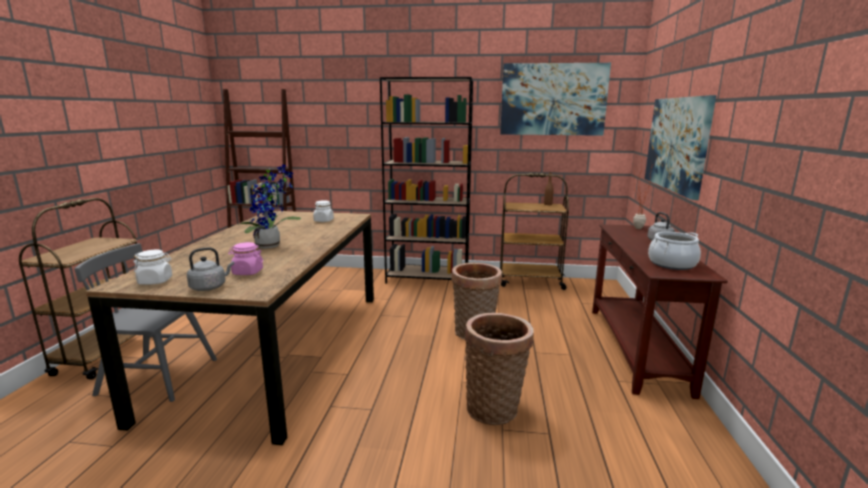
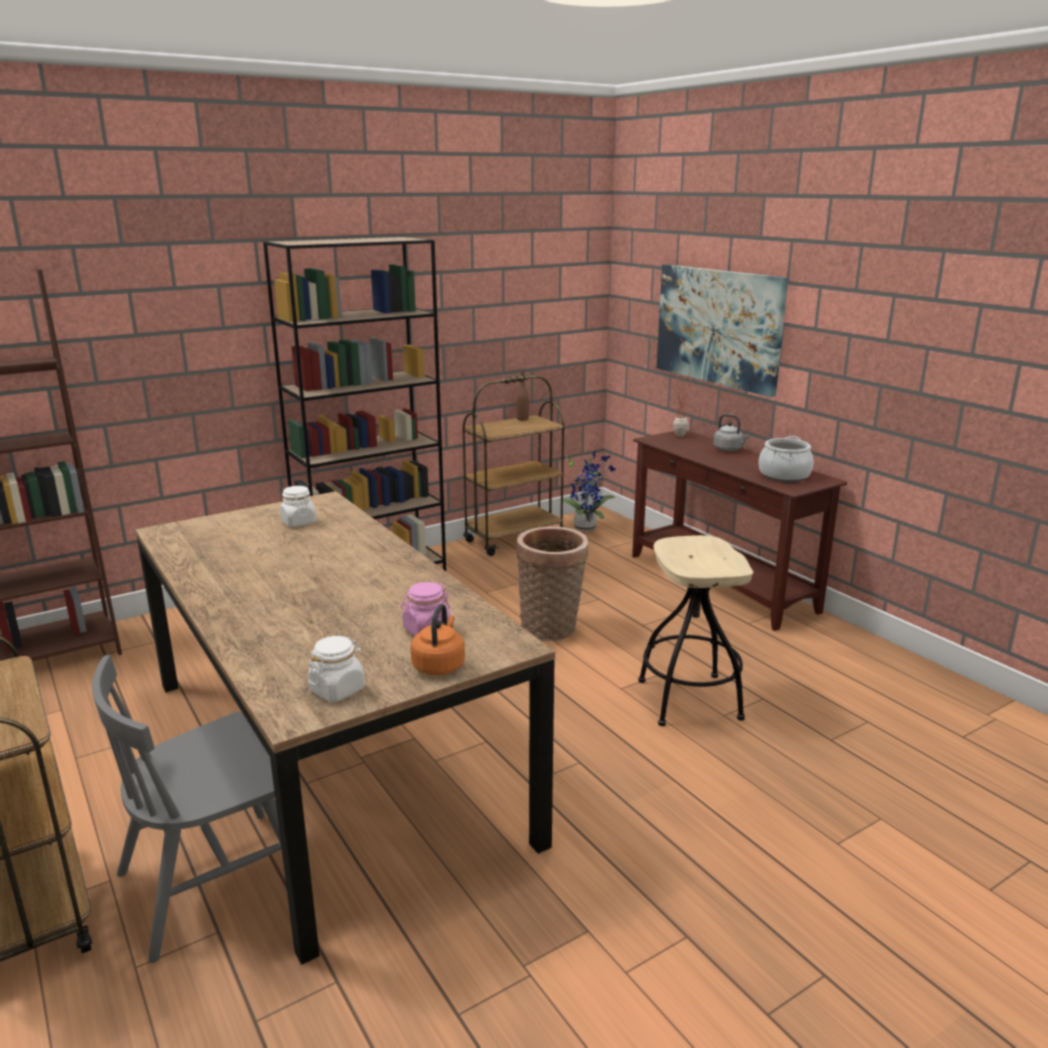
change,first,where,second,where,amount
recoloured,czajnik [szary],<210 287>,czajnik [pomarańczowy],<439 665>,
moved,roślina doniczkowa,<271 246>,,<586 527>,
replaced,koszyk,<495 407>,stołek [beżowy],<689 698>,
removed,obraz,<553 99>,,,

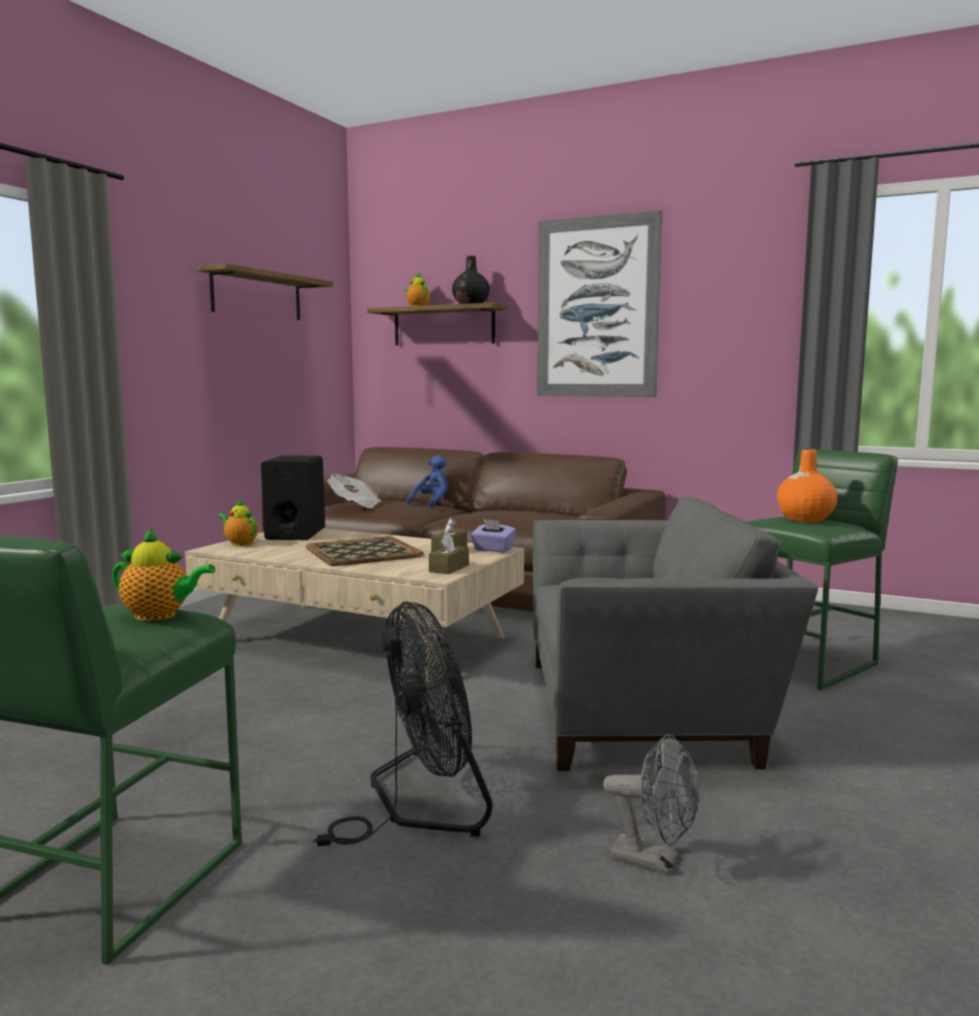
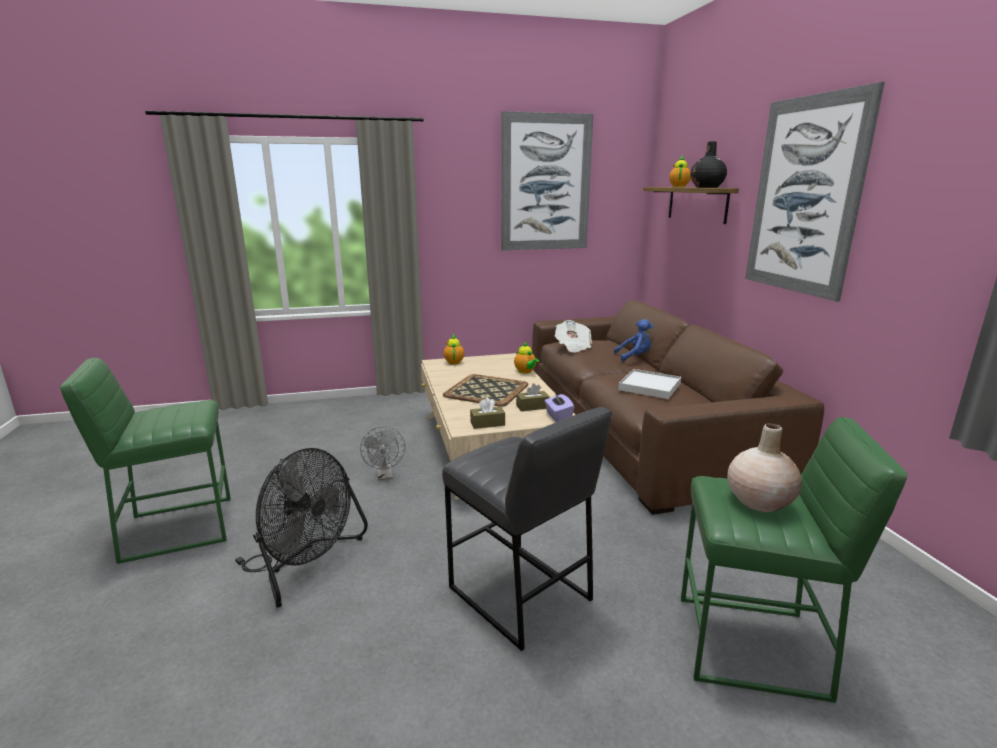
change,first,where,second,where,amount
moved,wentylator [szary],<655 861>,,<385 476>,
replaced,fotel [szary],<645 709>,stołek [szary],<521 595>,
replaced,półka,<257 295>,obraz,<546 183>,
moved,imbryk,<160 615>,,<525 372>,
added,,,taca [biały],<649 386>,
recoloured,wazon [pomarańczowy],<804 519>,wazon [beżowy],<759 501>,
removed,głośnik [czarny],<295 534>,,,

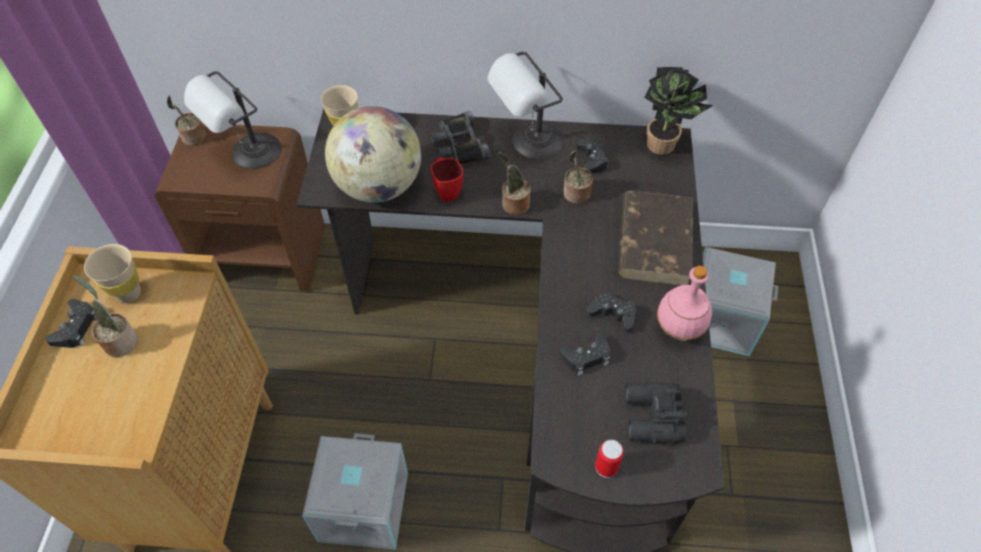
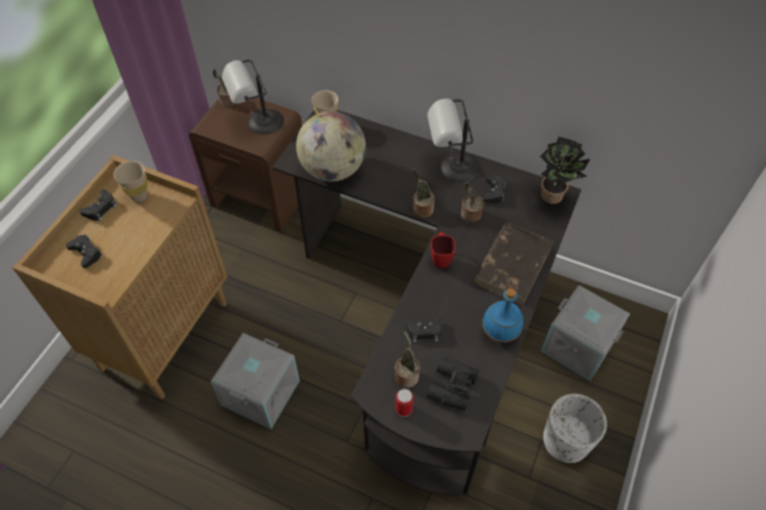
change,first,where,second,where,amount
moved,pad do gier [czarny],<612 314>,,<86 253>,
moved,roślina doniczkowa,<120 340>,,<406 375>,
moved,kubek [czerwony],<446 190>,,<440 258>,
recoloured,butelka [różowy],<679 330>,butelka [niebieski],<500 333>,
added,,,donica [biały],<566 441>,
removed,lornetka [czarny],<459 145>,,,

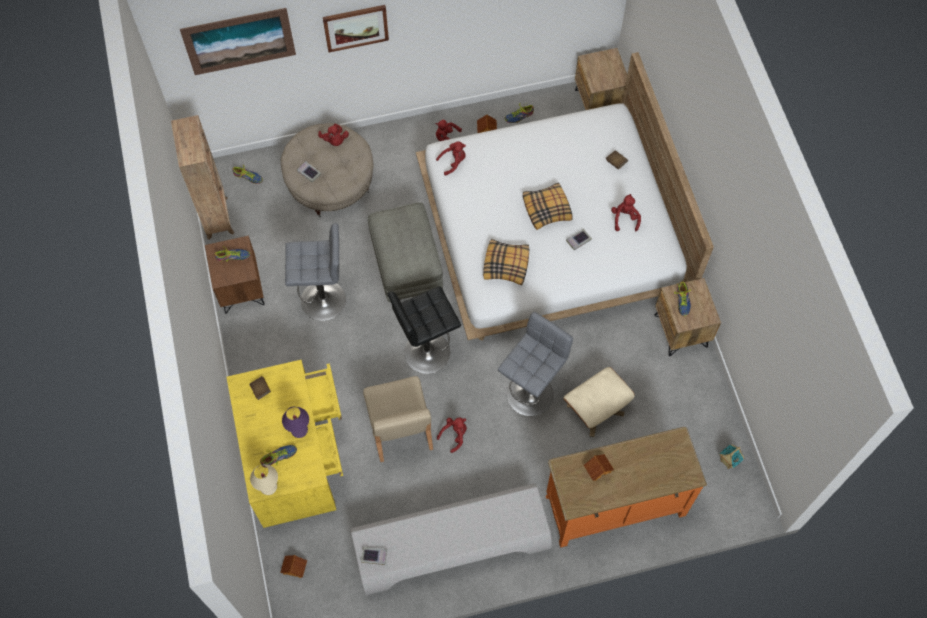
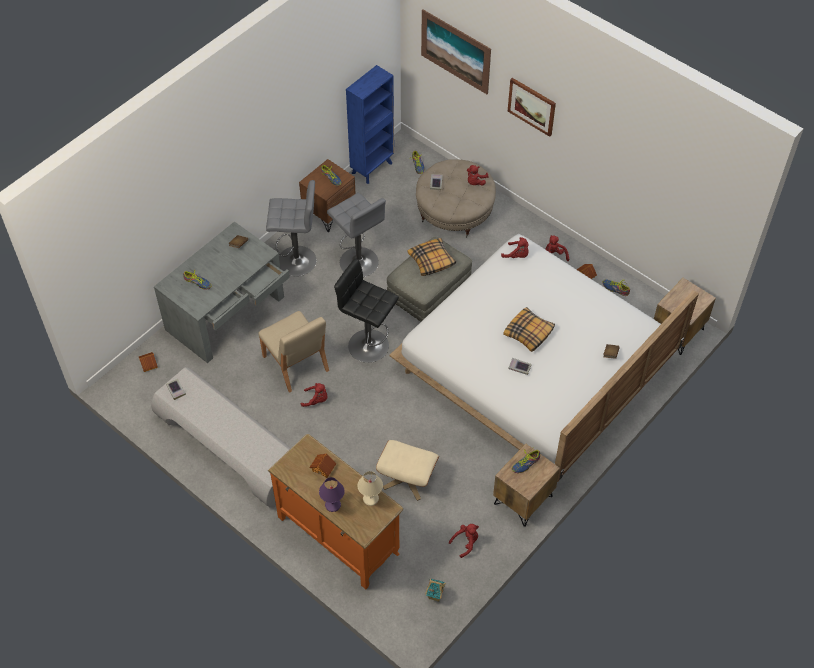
change,first,where,second,where,amount
recoloured,biurko [żółty],<295 455>,biurko [szary],<230 316>,
turned,krzesło [beżowy],<399 429>,,<295 364>,75 degrees counterclockwise
moved,stołek [szary],<530 394>,,<297 261>,
moved,lampa stołowa [fioletowy],<299 430>,,<333 505>,
recoloured,regał [brązowy],<217 217>,regał [niebieski],<372 167>,
moved,lampa stołowa [beżowy],<269 486>,,<371 499>,
moved,poduszka,<506 265>,,<431 261>,
moved,pluszak [czerwony],<625 218>,,<466 542>,

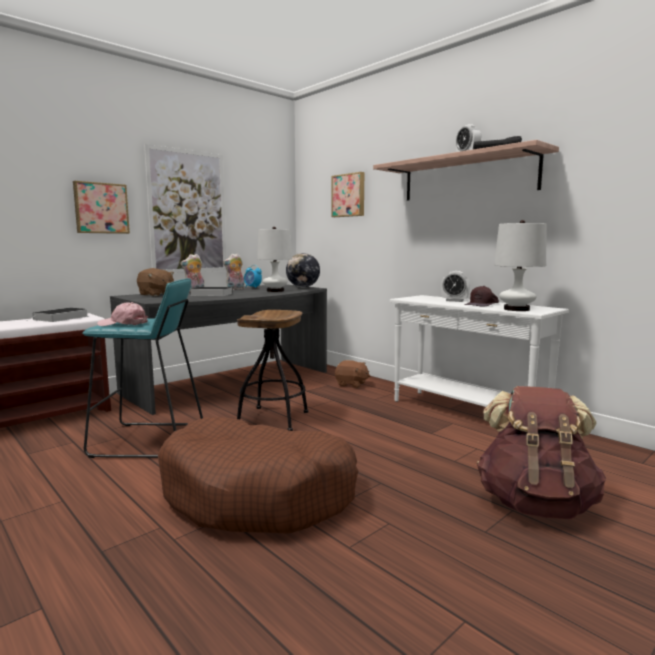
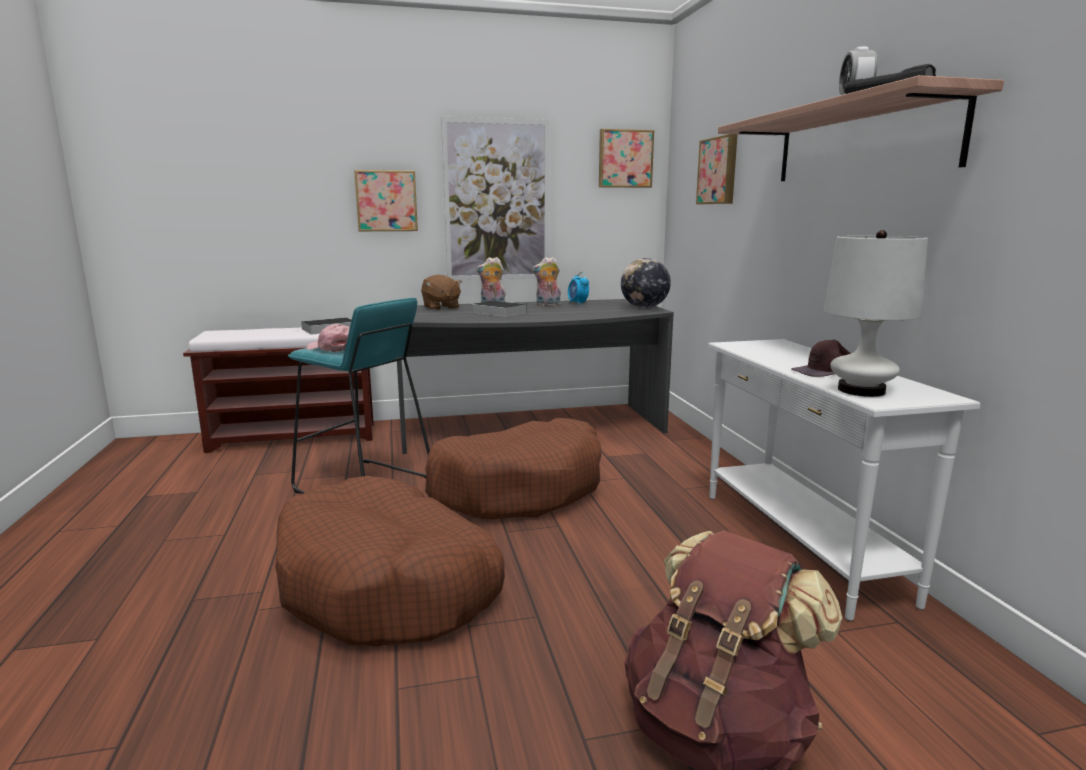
change,first,where,second,where,amount
replaced,stołek [brązowy],<273 419>,legowisko [brązowy],<518 488>,
added,,,obraz,<625 159>,
removed,lampa stołowa [biały],<275 291>,,,
removed,pluszak [brązowy],<351 384>,,,
removed,budzik,<454 301>,,,

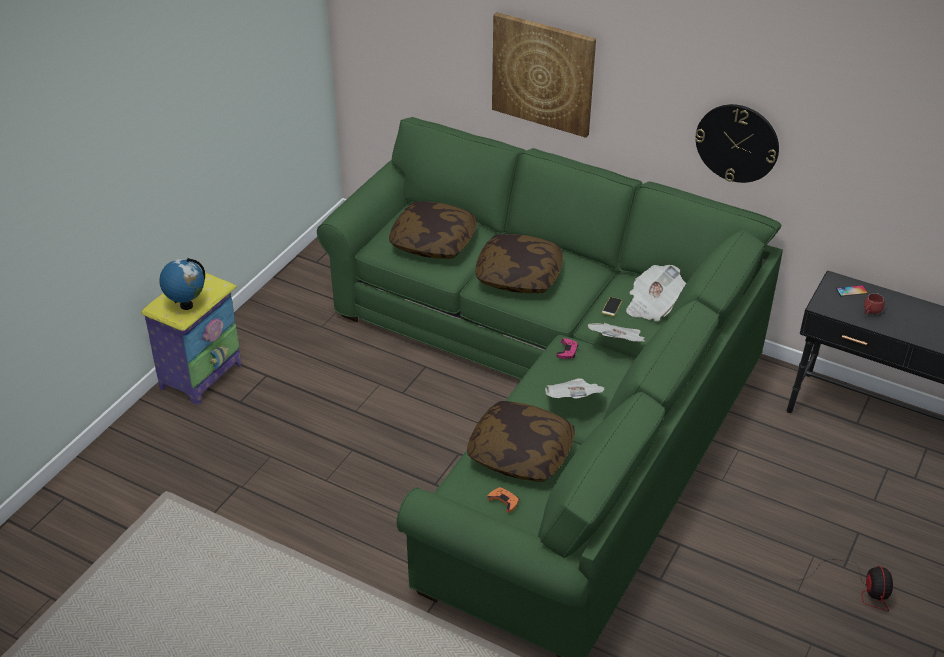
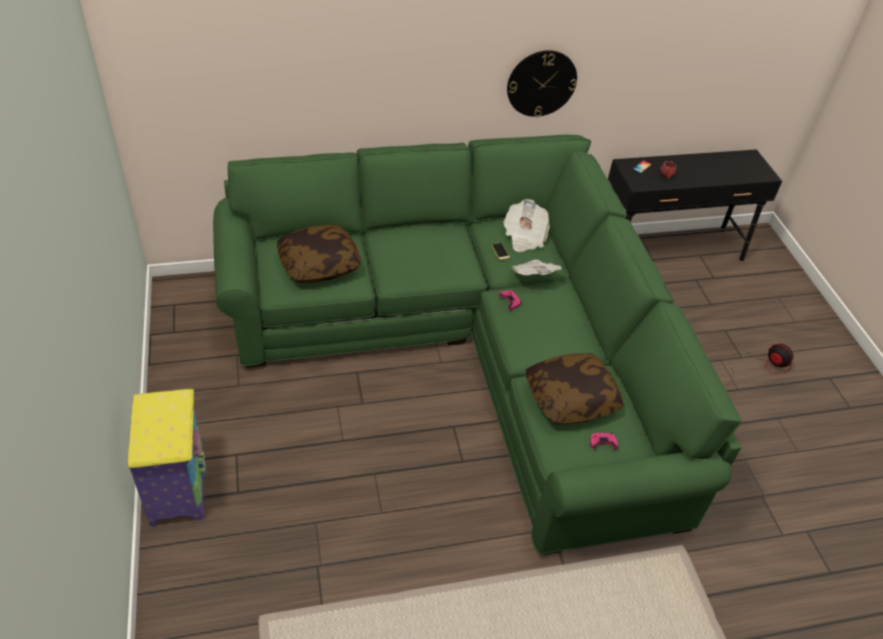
change,first,where,second,where,amount
recoloured,pad do gier [pomarańczowy],<504 501>,pad do gier [różowy],<602 442>,
removed,globus,<186 305>,,,
removed,poduszka,<519 276>,,,
removed,obraz,<543 74>,,,
removed,gazeta,<573 400>,,,

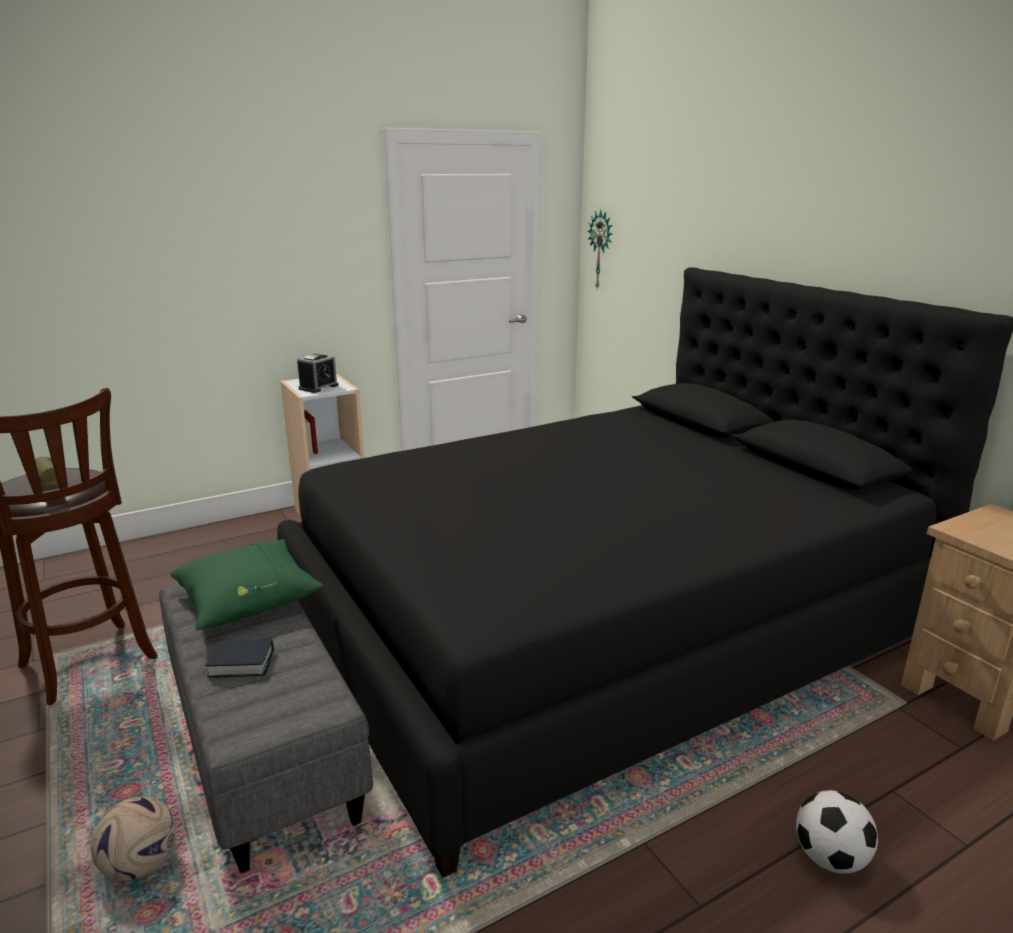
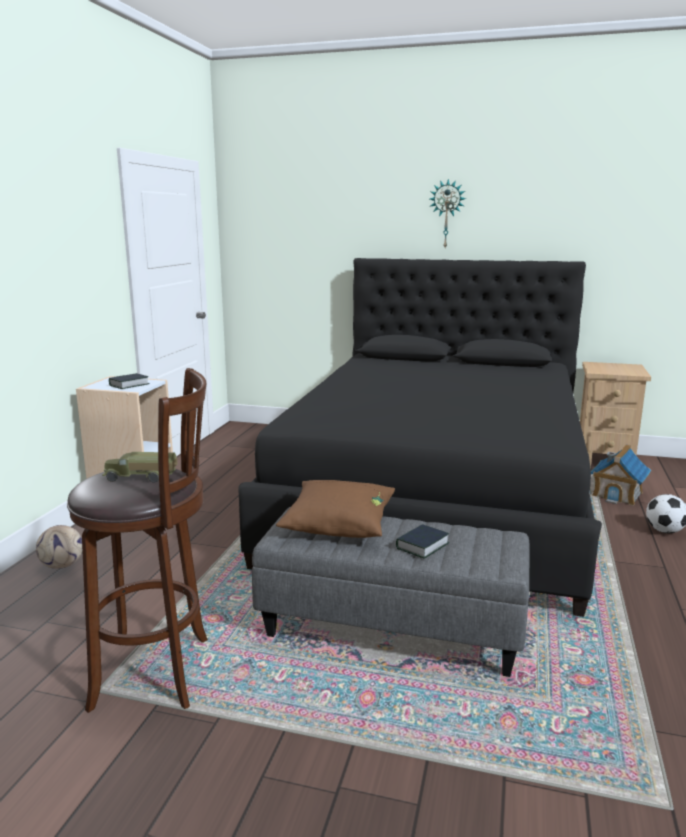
change,first,where,second,where,amount
moved,piłka futbolowa,<141 866>,,<63 566>,
replaced,budzik,<318 387>,książka,<129 385>,
recoloured,poduszka [zielony],<247 601>,poduszka [brązowy],<338 525>,
moved,zegar ścienny,<601 250>,,<446 214>,
added,,,domek,<617 494>,

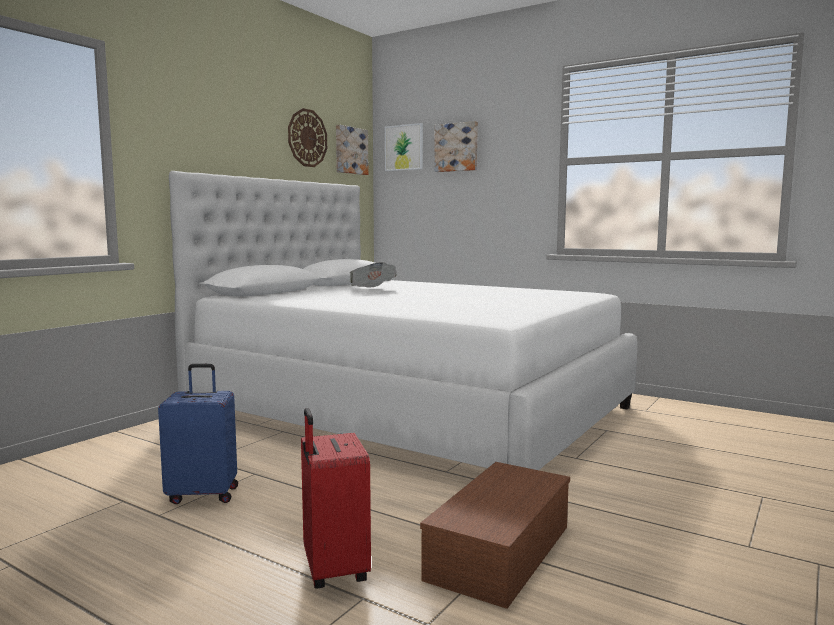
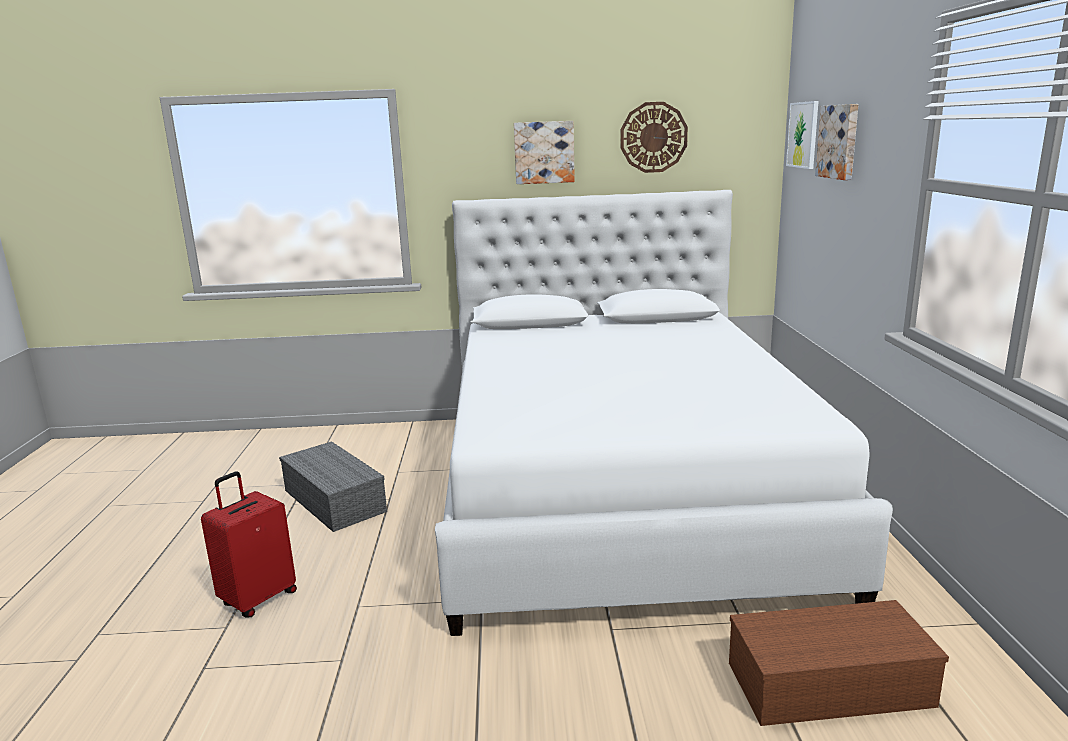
change,first,where,second,where,amount
replaced,walizka [niebieski],<203 494>,pojemnik do przechowywania [szary],<336 501>,
moved,obraz,<350 150>,,<544 152>,
moved,pojemnik do przechowywania [brązowy],<499 550>,,<830 682>,
removed,gazeta,<372 289>,,,

